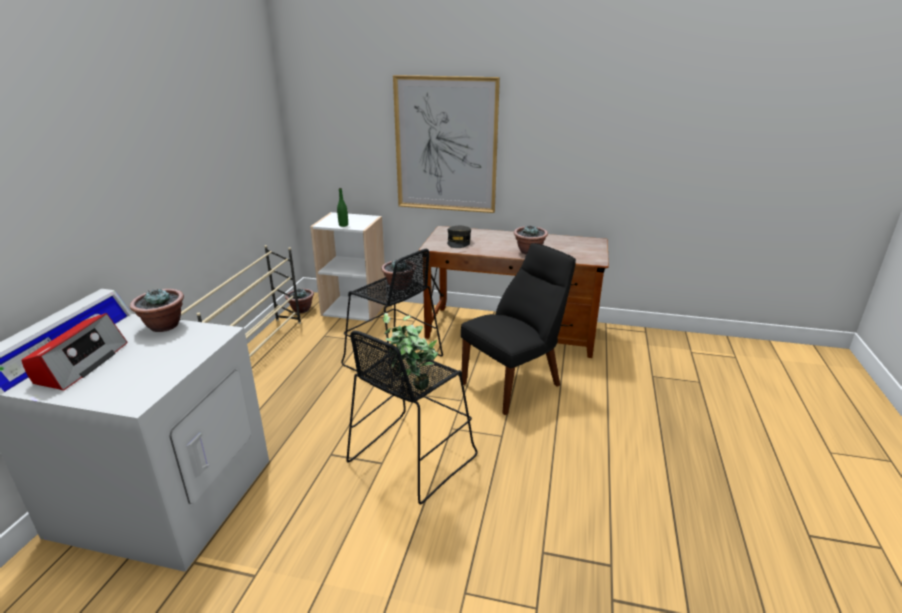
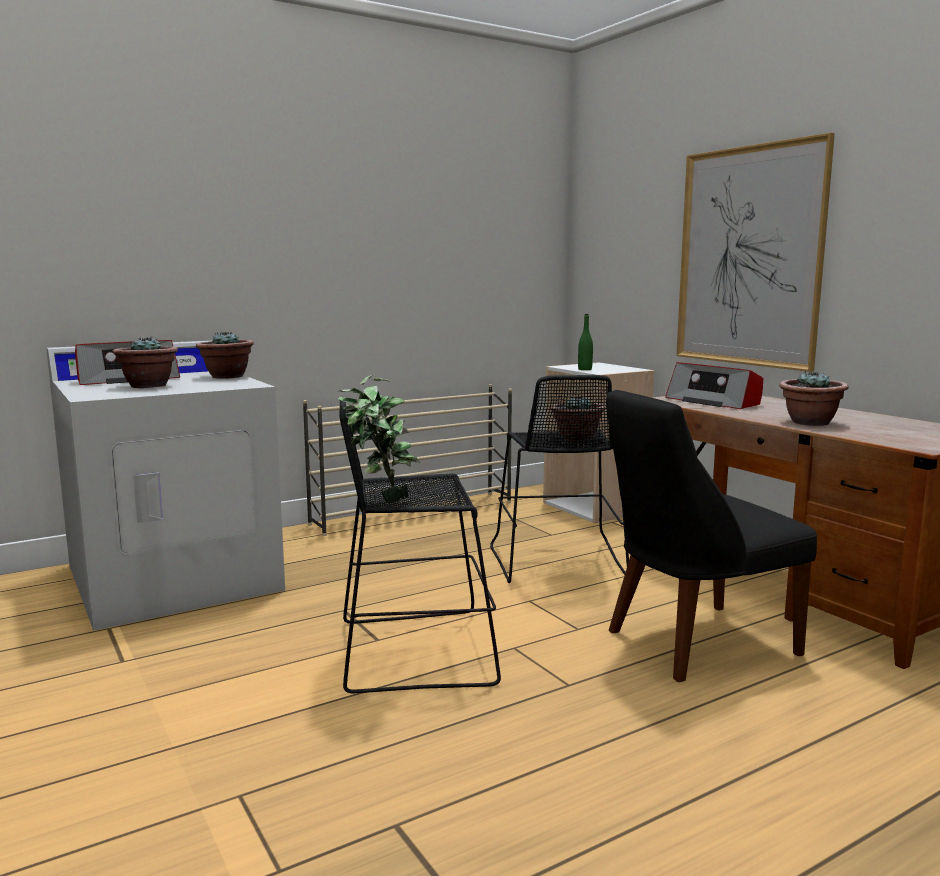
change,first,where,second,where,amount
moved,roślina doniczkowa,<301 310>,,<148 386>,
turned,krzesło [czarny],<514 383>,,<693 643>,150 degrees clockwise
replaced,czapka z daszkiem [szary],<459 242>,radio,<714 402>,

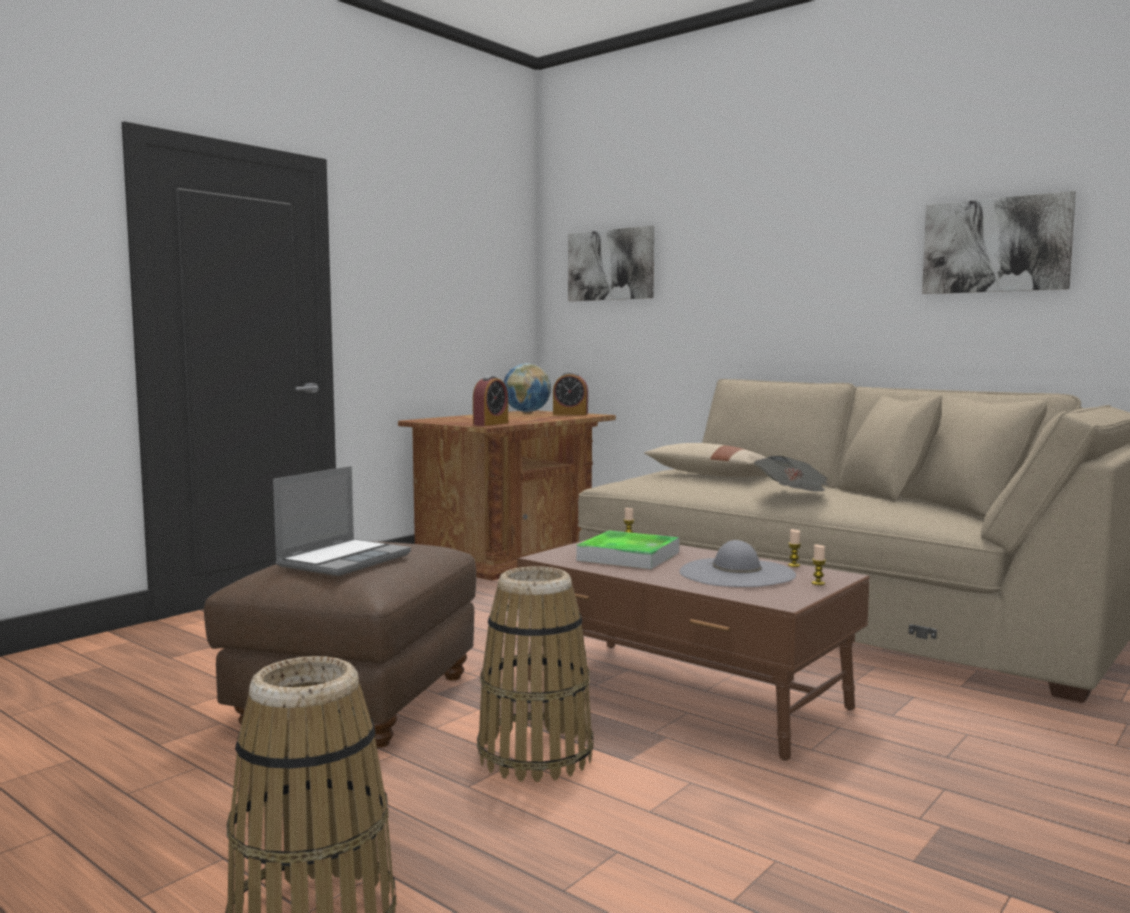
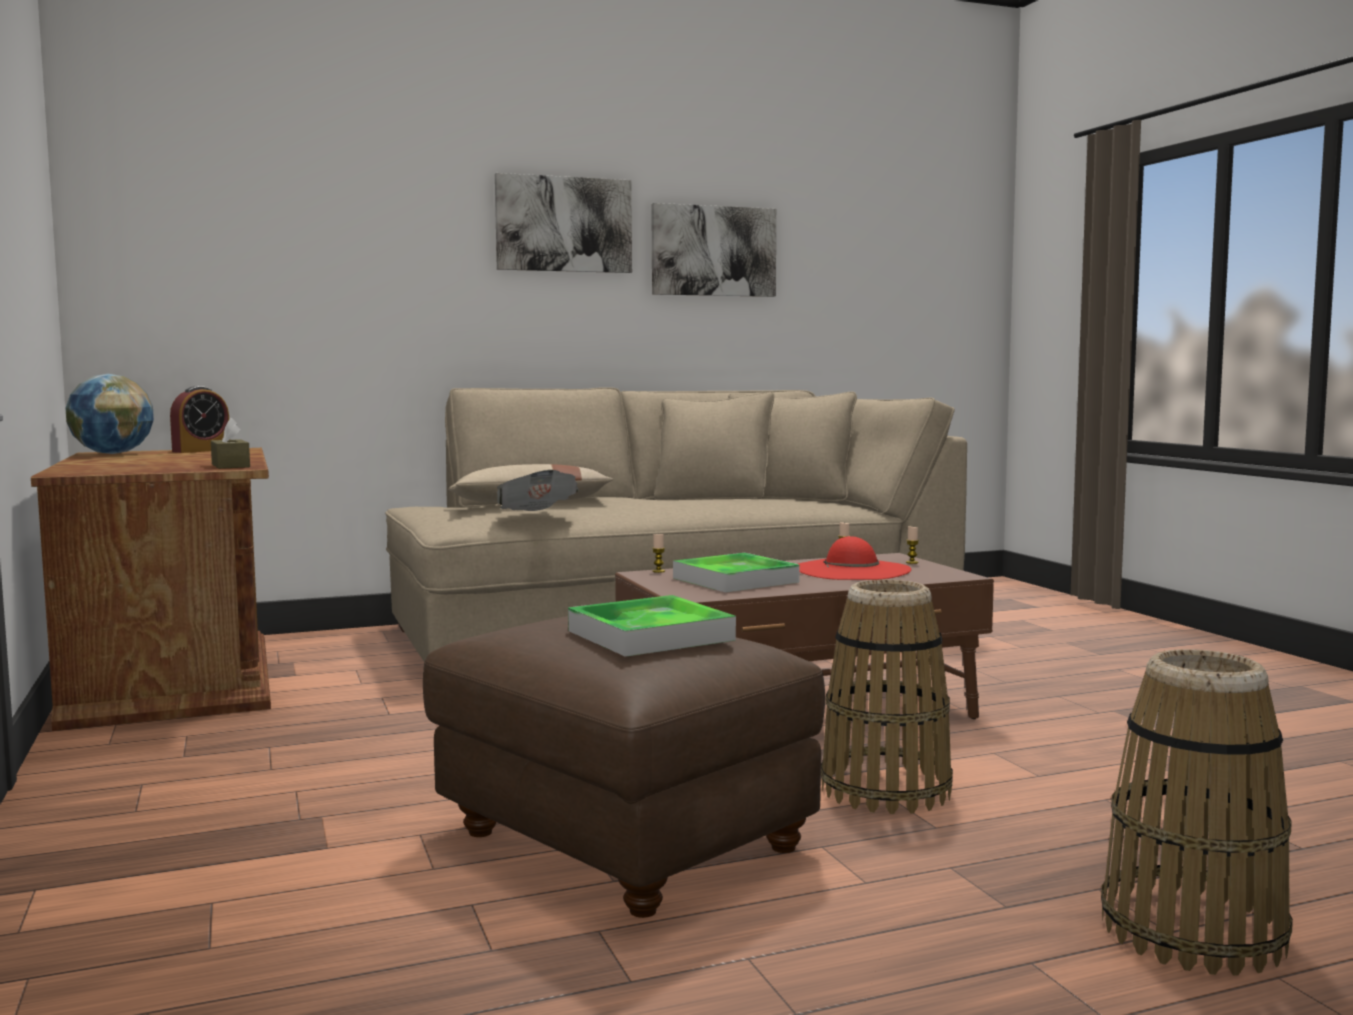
change,first,where,second,where,amount
replaced,budzik,<490 424>,pudełko chusteczek [brązowy],<230 466>,
moved,obraz,<611 265>,,<563 224>,
moved,gazeta,<793 495>,,<537 515>,
replaced,laptop,<344 560>,taca,<650 635>,
recoloured,kapelusz [szary],<737 573>,kapelusz [czerwony],<851 570>,

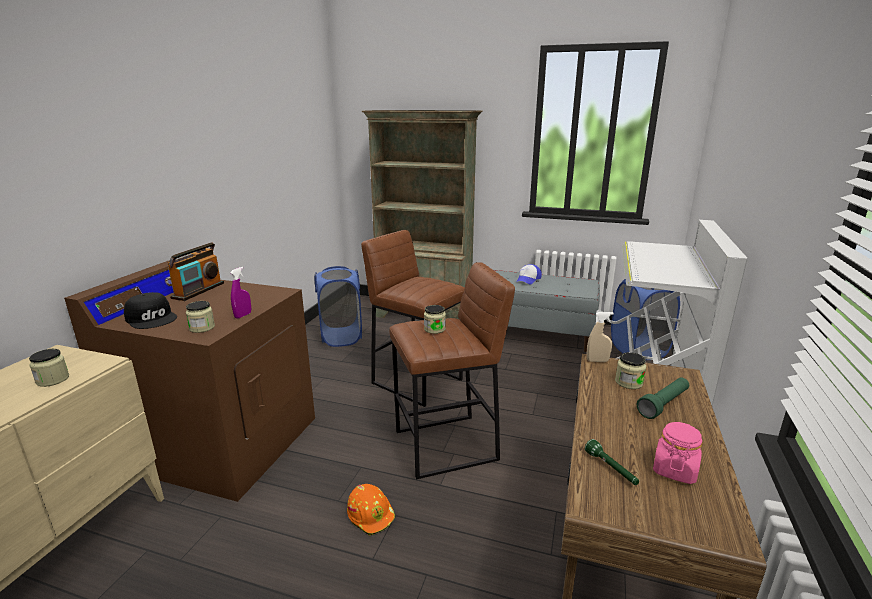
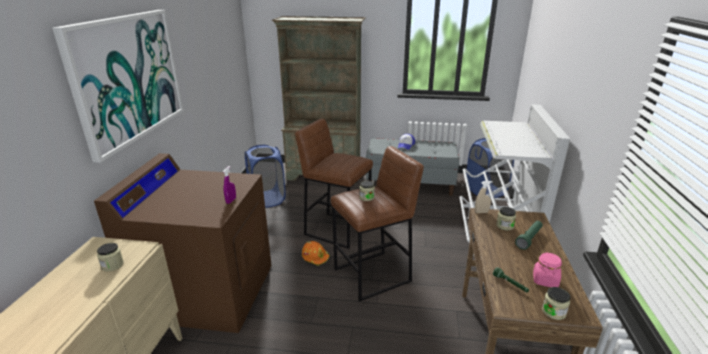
change,first,where,second,where,amount
added,,,obraz,<128 78>,
moved,kask [pomarańczowy],<371 514>,,<315 257>,
moved,słoik,<202 328>,,<553 312>,
removed,czapka z daszkiem [czarny],<152 318>,,,
removed,radio,<198 290>,,,

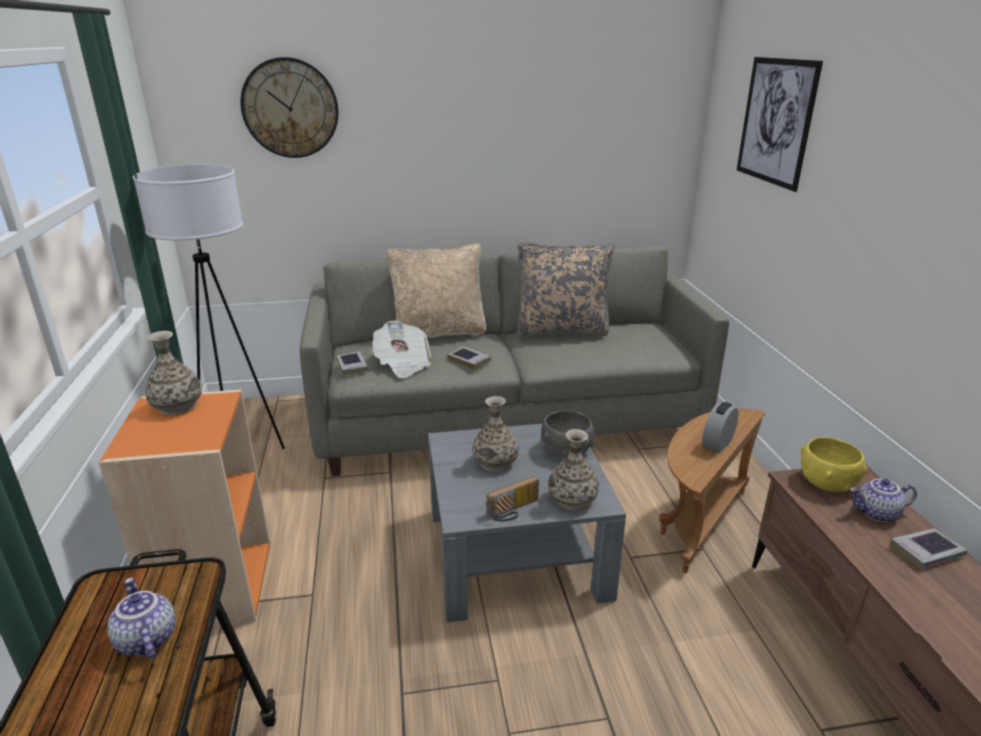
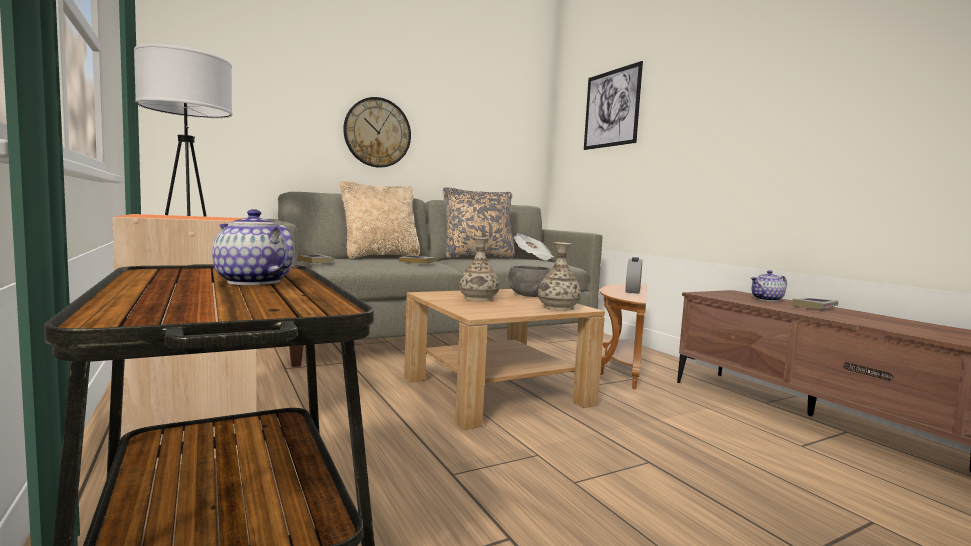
change,first,where,second,where,amount
moved,zegar ścienny,<290 108>,,<377 132>,
recoloured,ława [szary],<516 552>,ława [brązowy],<495 391>,
moved,gazeta,<402 364>,,<533 258>,
removed,wazon,<177 406>,,,
removed,radio,<514 511>,,,
removed,miska [żółty],<826 482>,,,

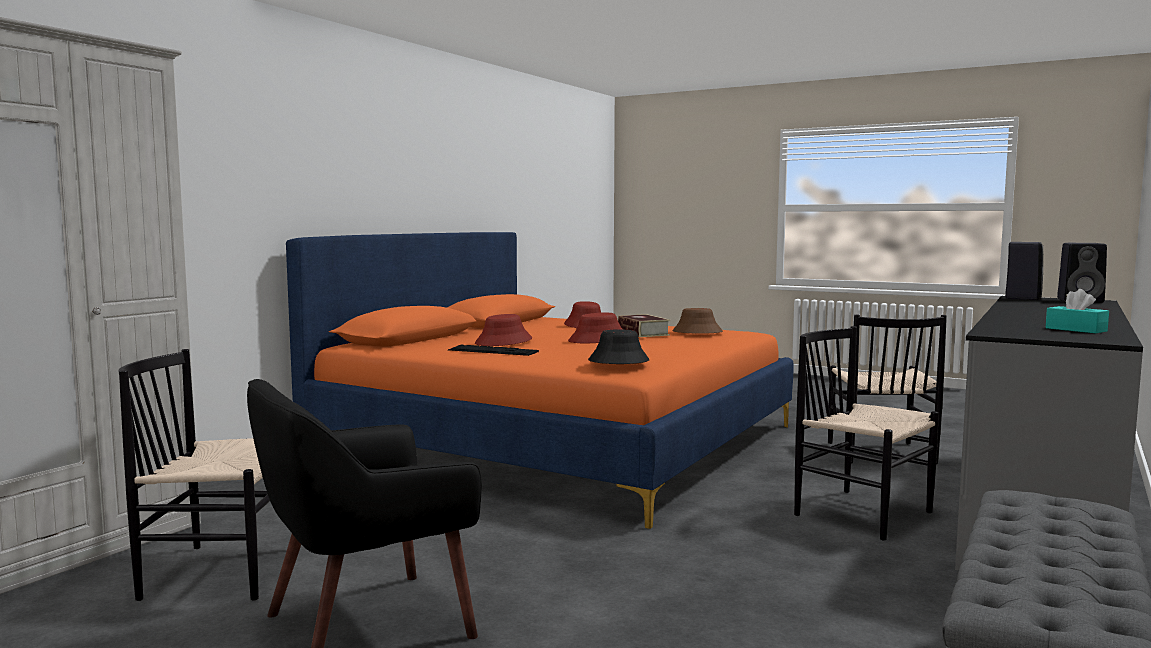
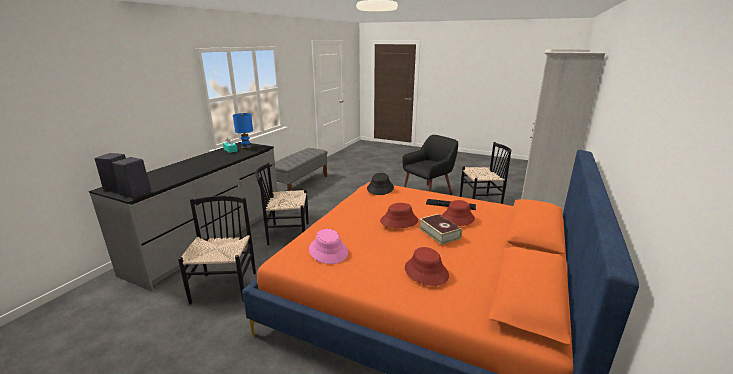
change,first,where,second,where,amount
added,,,lampa stołowa [niebieski],<246 147>,
turned,krzesło [czarny],<857 512>,,<286 234>,135 degrees clockwise
recoloured,kapelusz [brązowy],<697 332>,kapelusz [różowy],<328 251>,
moved,książka,<643 333>,,<439 233>,

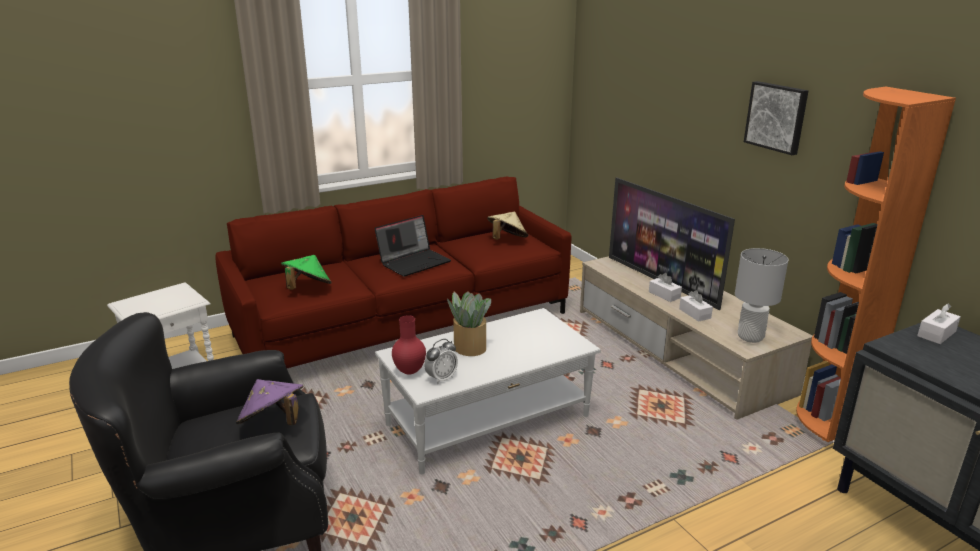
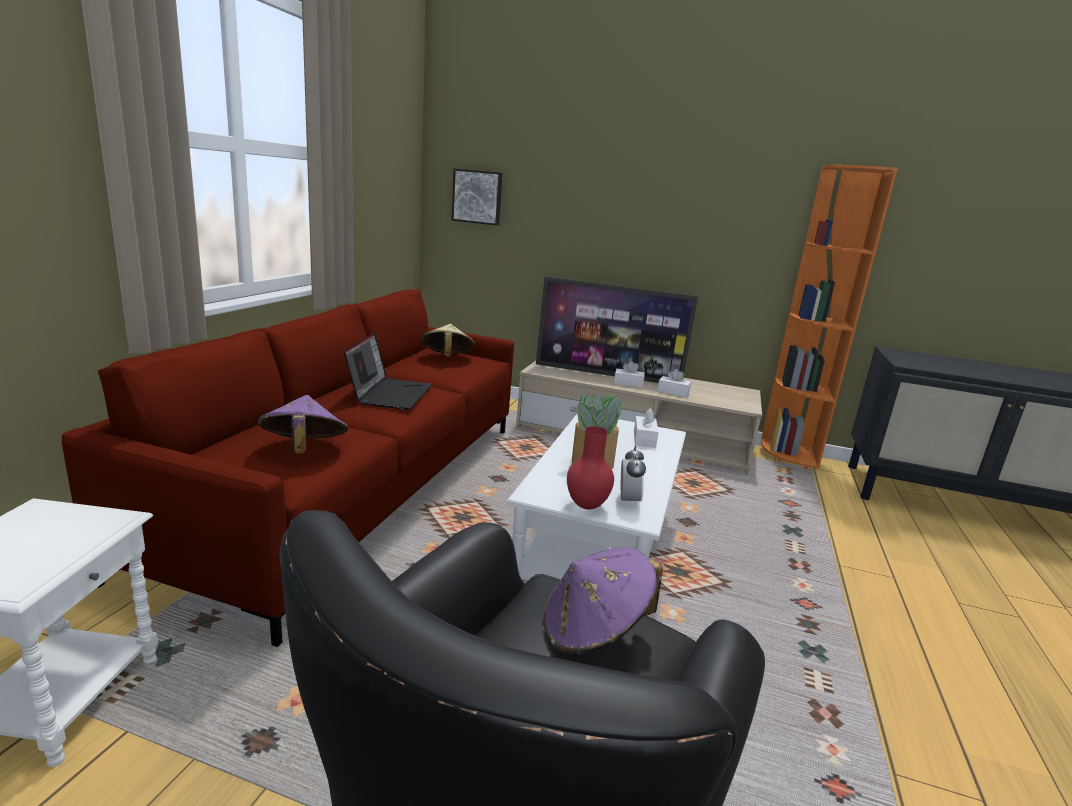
change,first,where,second,where,amount
recoloured,kapelusz [zielony],<307 288>,kapelusz [fioletowy],<304 450>,
moved,obraz,<777 117>,,<477 197>,
moved,pudełko chusteczek [biały],<936 334>,,<644 439>,
removed,lampa stołowa [szary],<750 339>,,,

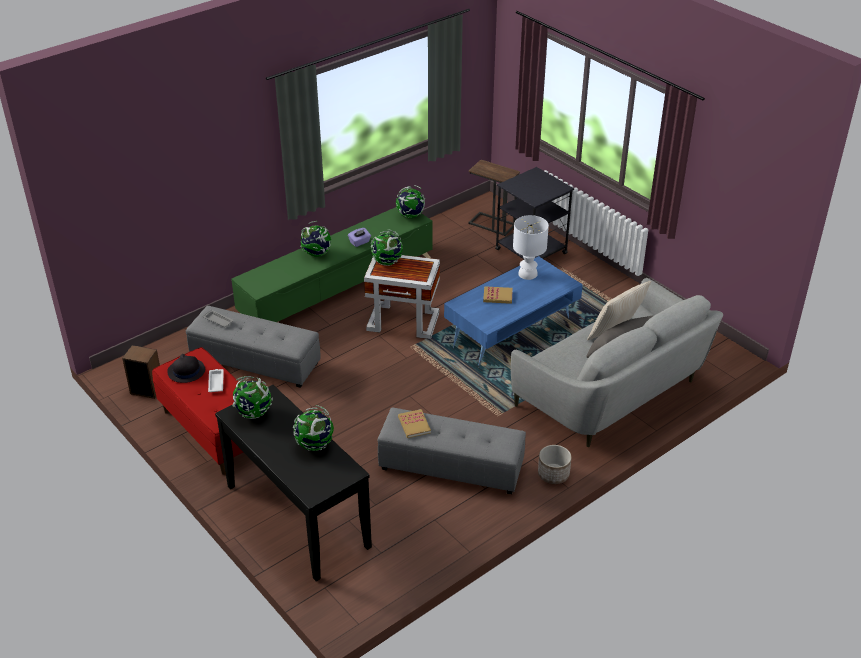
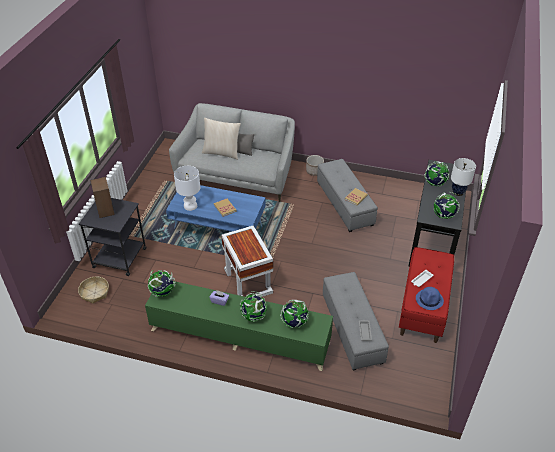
change,first,where,second,where,amount
replaced,stolik [brązowy],<492 224>,koszyk,<94 293>,
moved,głośnik,<147 389>,,<105 210>,
moved,globus,<387 262>,,<294 323>,
recoloured,kapelusz [czarny],<186 371>,kapelusz [niebieski],<429 300>,
added,,,lampa stołowa [biały],<458 192>,

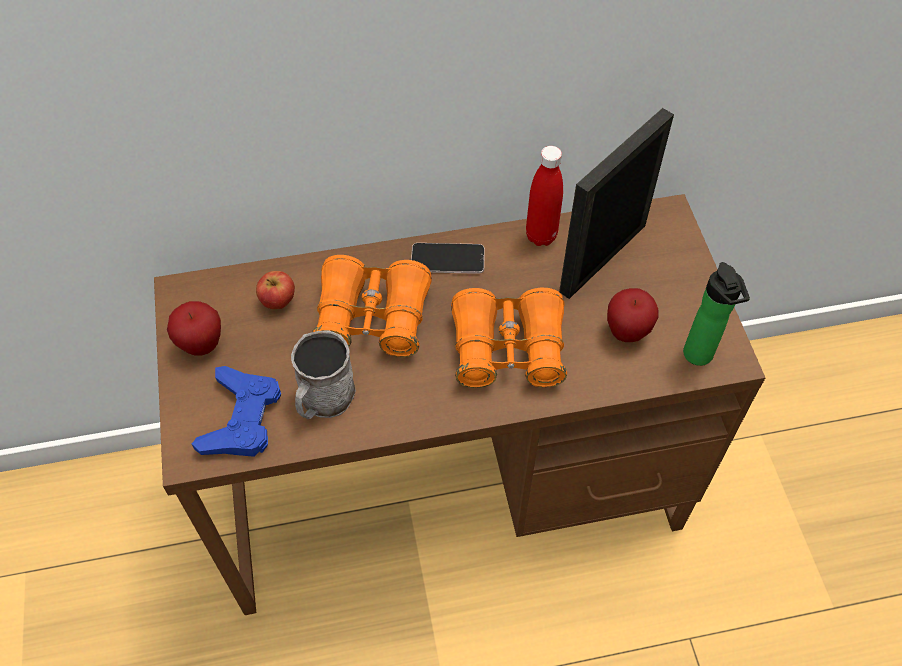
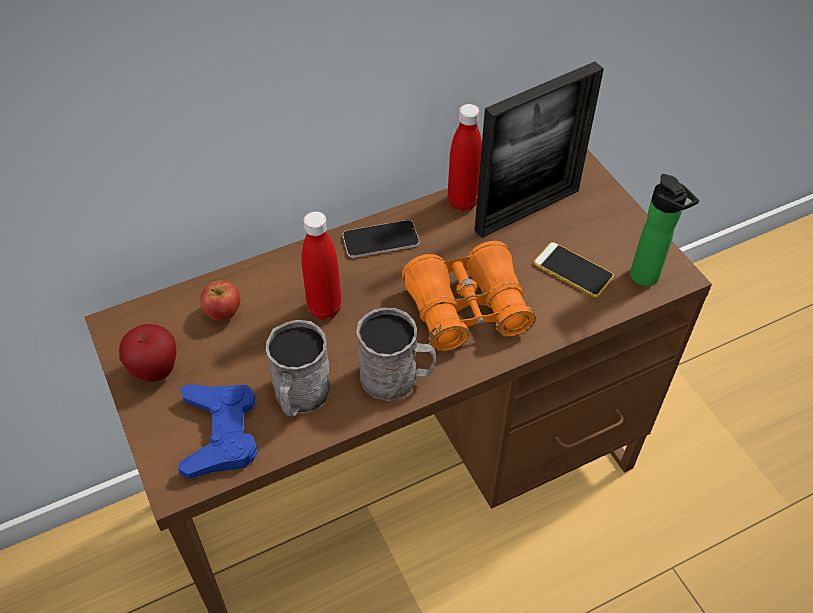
change,first,where,second,where,amount
replaced,lornetka [pomarańczowy],<372 318>,butelka [czerwony],<324 308>,
added,,,kubek [szary],<397 378>,
turned,ramka na zdjęcie,<603 258>,,<527 210>,150 degrees counterclockwise
replaced,jabłko,<627 332>,telefon,<573 270>,

